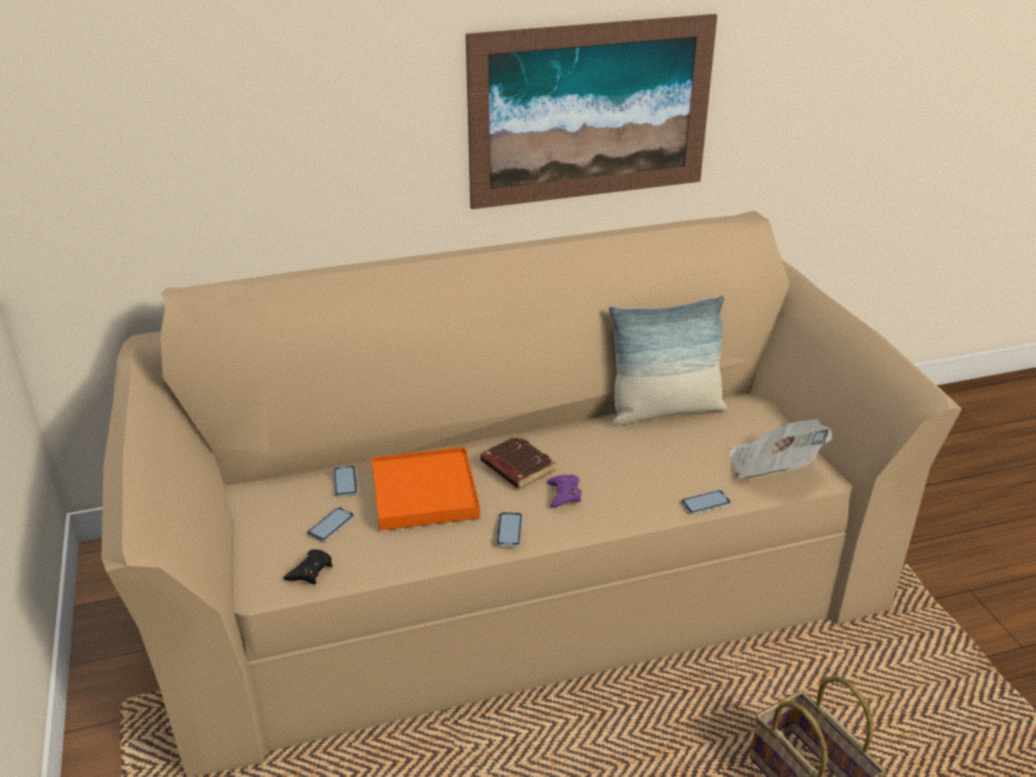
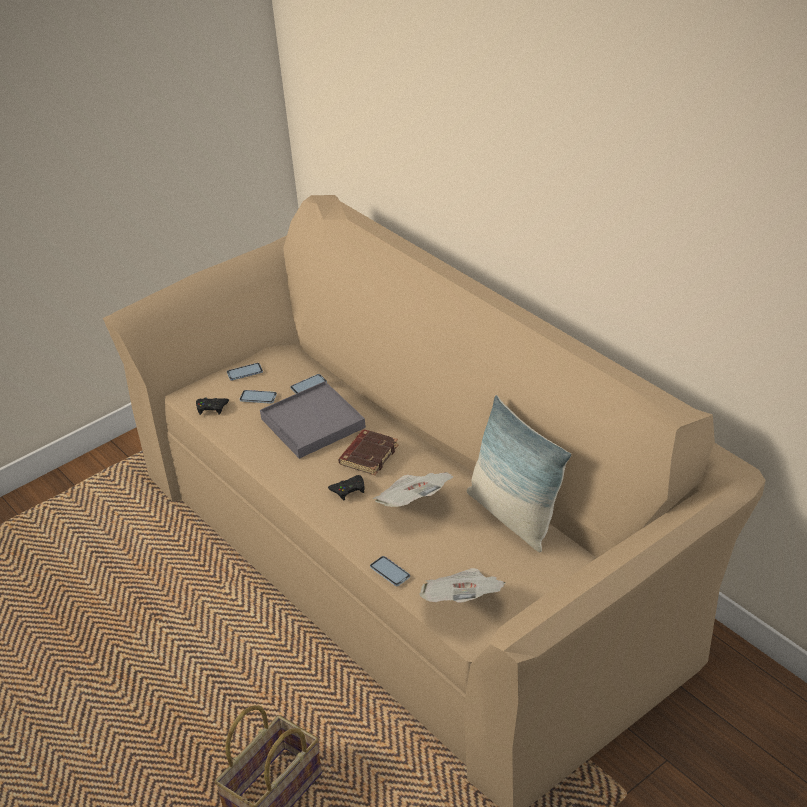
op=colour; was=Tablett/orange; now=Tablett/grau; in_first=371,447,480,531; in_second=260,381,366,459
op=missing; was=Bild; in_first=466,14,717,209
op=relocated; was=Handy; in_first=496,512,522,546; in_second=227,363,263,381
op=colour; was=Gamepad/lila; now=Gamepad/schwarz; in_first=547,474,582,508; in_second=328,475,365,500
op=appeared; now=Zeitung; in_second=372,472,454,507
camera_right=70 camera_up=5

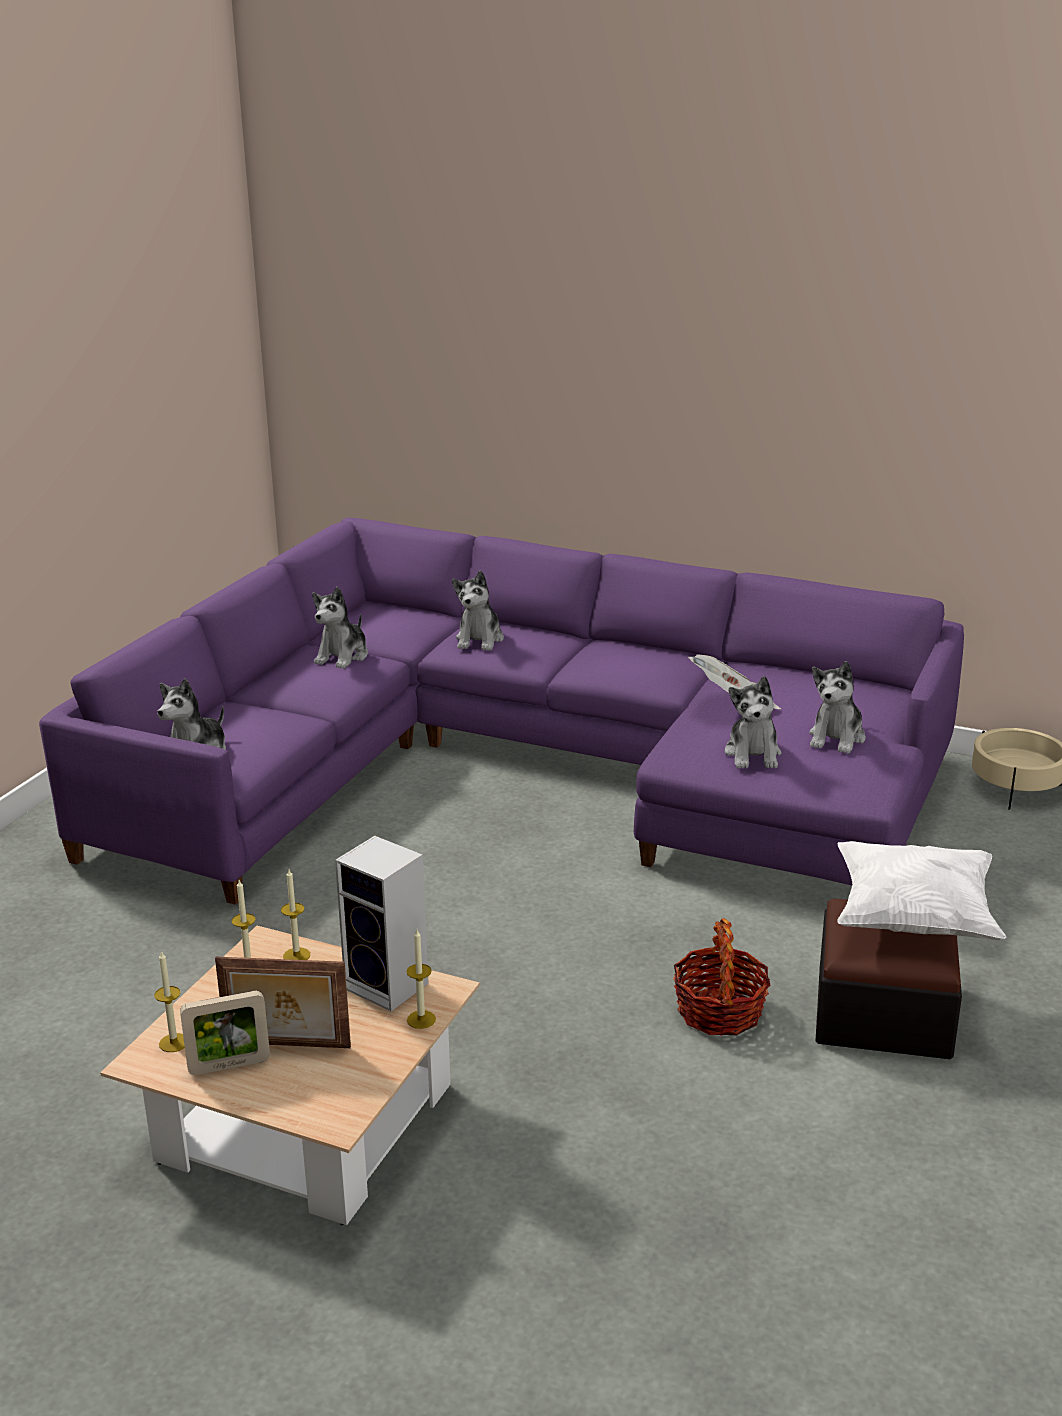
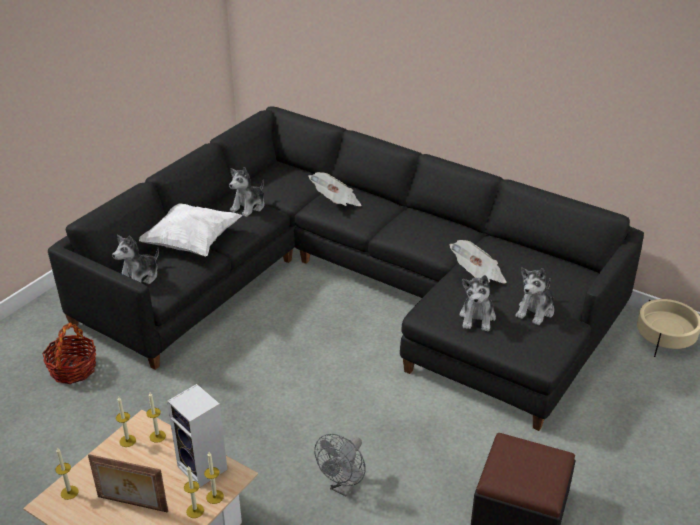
op=colour; was=Sofa/lila; now=Sofa/schwarz; in_first=39,517,964,905; in_second=48,106,644,431
op=missing; was=Bilderrahmen; in_first=180,991,270,1075
op=exchanged; was=Plüschtier; now=Zeitung; in_first=452,571,504,651; in_second=309,172,362,206
op=relocated; was=Korb; in_first=673,918,770,1036; in_second=42,323,96,384
op=relocated; was=Kissen/weiß; in_first=838,841,1006,940; in_second=139,203,242,257
op=appeared; now=Kerze; in_second=184,466,204,518
op=appeared; now=Ventilator/grau; in_second=314,434,366,497
camera_right=10 camera_up=10

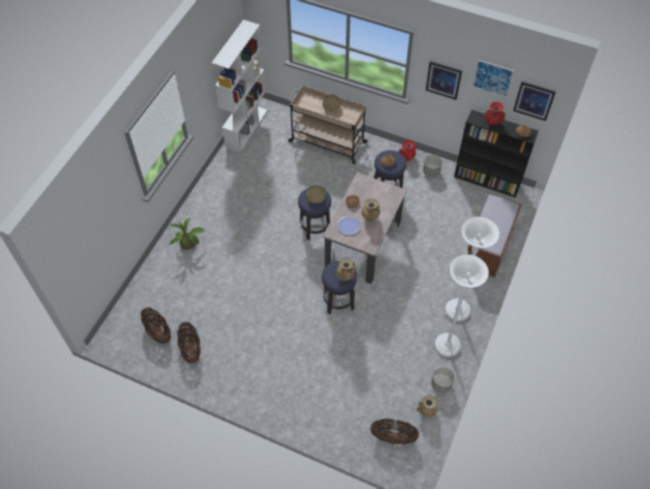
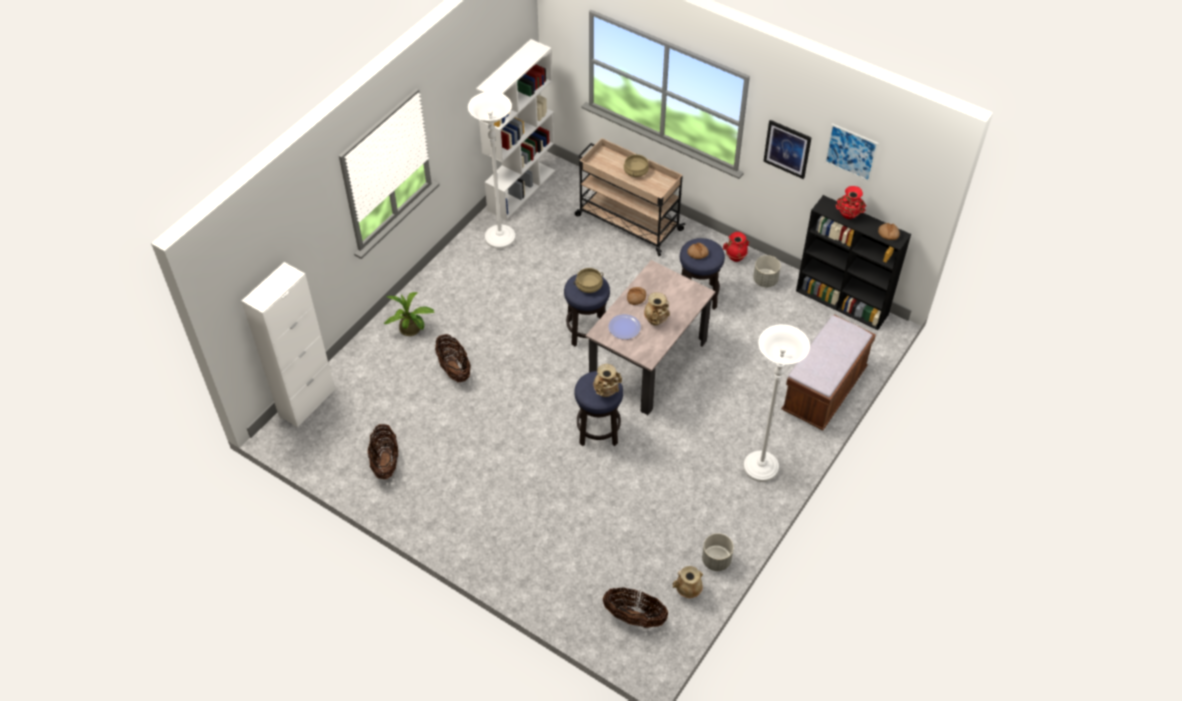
op=relocated; was=Korb; in_first=141,307,171,344; in_second=435,334,471,382
op=relocated; was=Stehlampe/weiß; in_first=435,254,489,357; in_second=468,92,516,249
op=missing; was=Bild; in_first=513,81,556,121
op=appeared; now=Schrank/weiß; in_second=242,262,335,427
camera_right=10 camera_up=-5

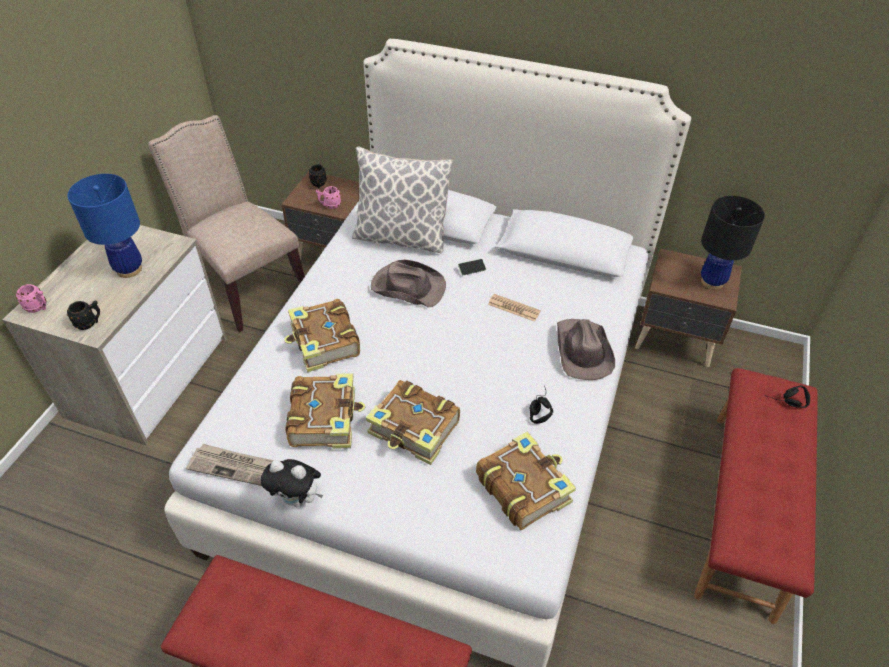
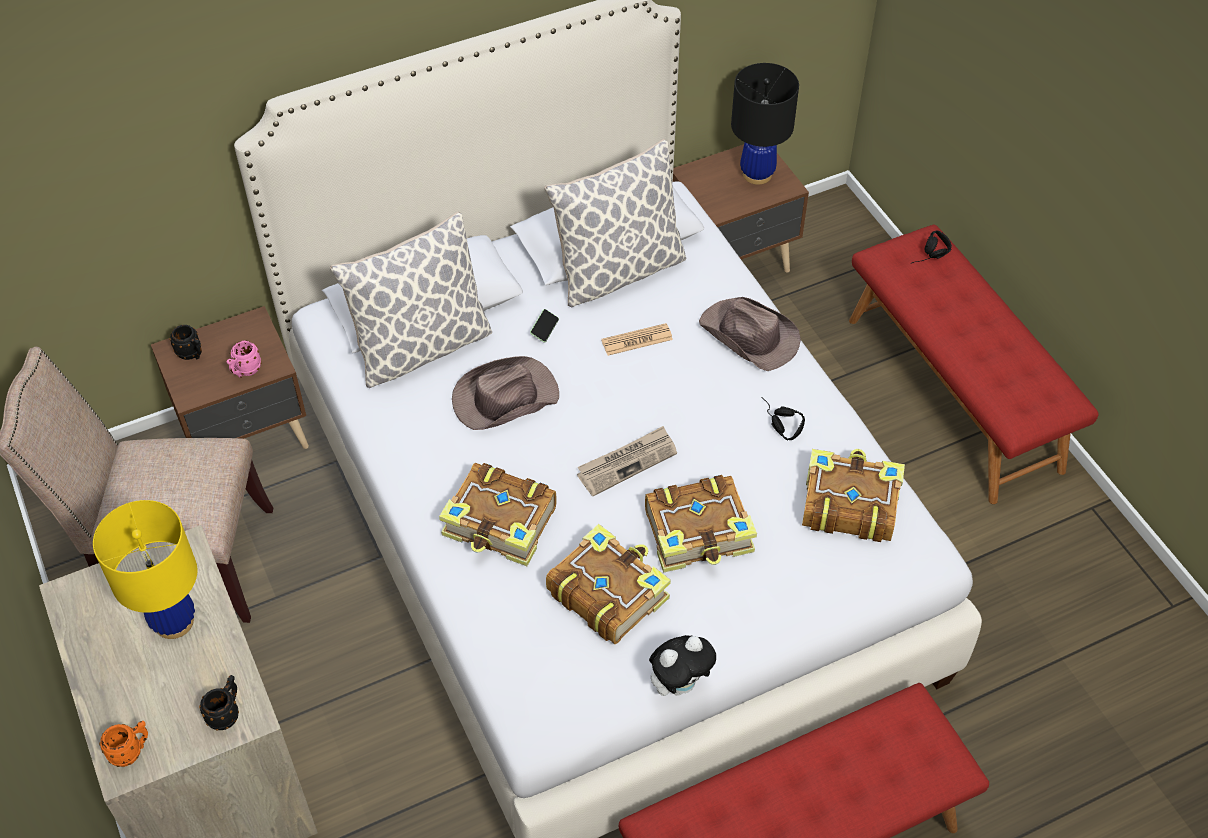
op=colour; was=Henkelbecher/rosa; now=Henkelbecher/orange; in_first=16,284,47,313; in_second=99,721,148,767
op=colour; was=Tischlampe/blau; now=Tischlampe/gelb; in_first=67,174,142,278; in_second=93,500,197,639
op=relocated; was=Zeitung; in_first=186,444,274,486; in_second=577,426,677,496
op=appeared; now=Kissen; in_second=544,139,686,307
camera_right=-45 camera_up=5

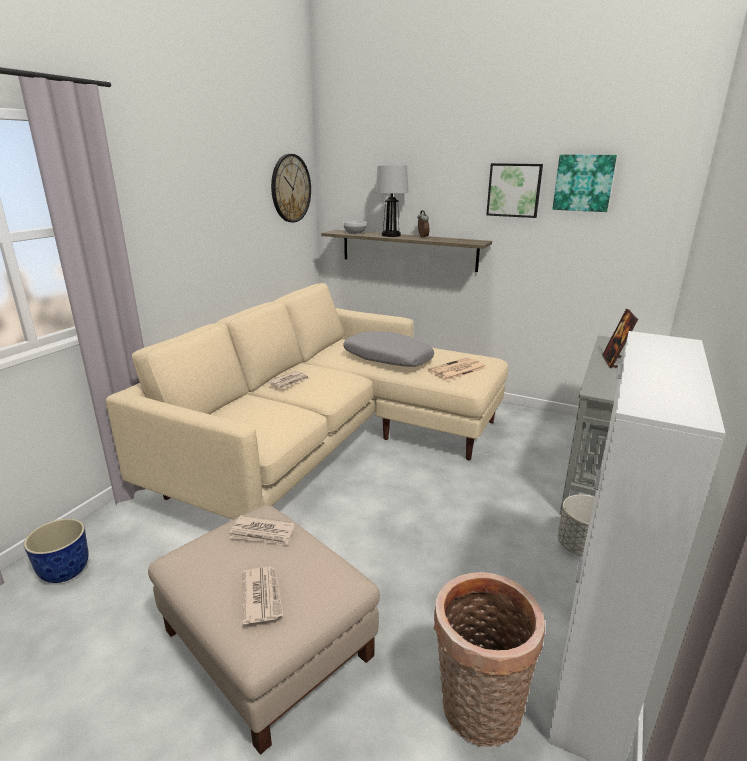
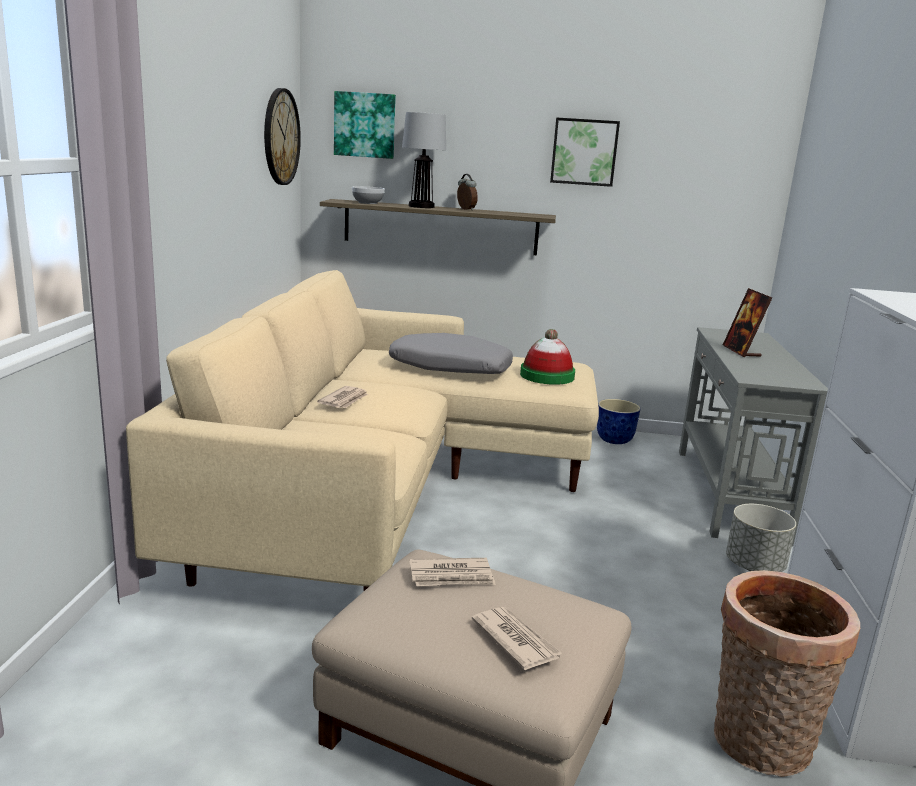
op=relocated; was=Pflanzkübel; in_first=24,519,89,583; in_second=597,399,641,444
op=exchanged; was=Zeitung; now=Hut; in_first=428,357,486,380; in_second=520,329,575,385
op=relocated; was=Bild; in_first=552,155,617,212; in_second=334,91,396,159
camera_right=-20 camera_up=-5

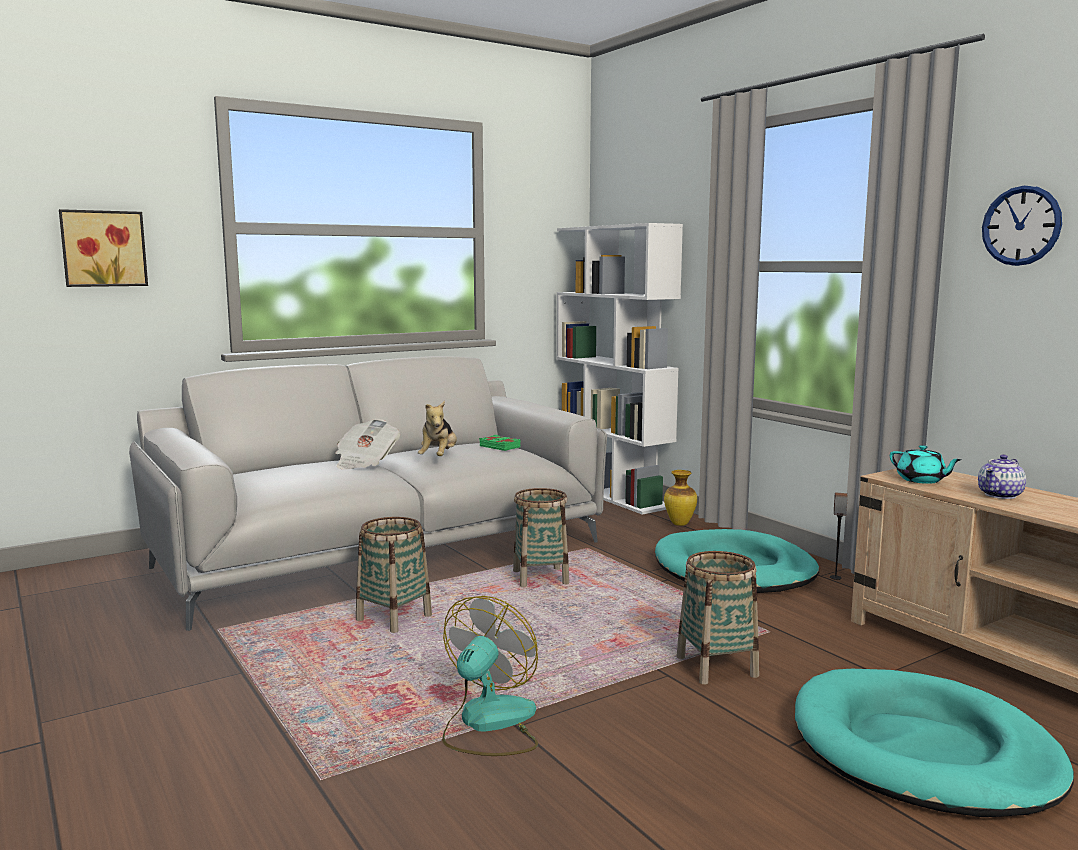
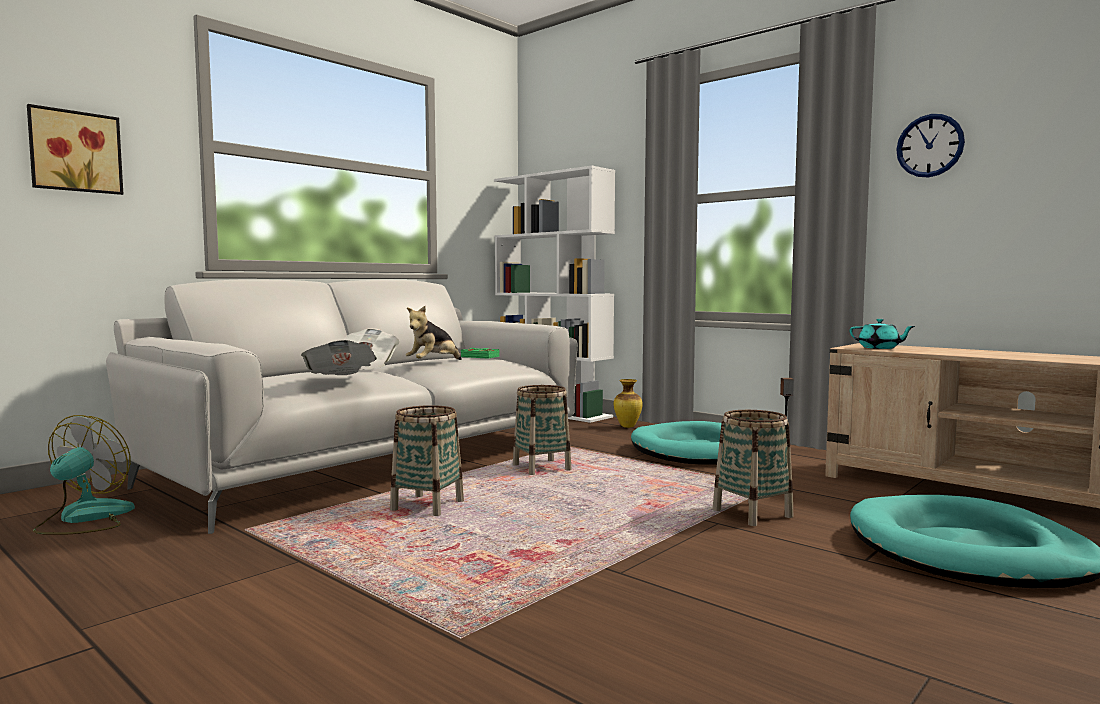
op=spun; was=Plüschtier; in_first=418,401,457,456; in_second=406,306,462,360; clockwise=45
op=relocated; was=Ventilator; in_first=442,596,538,756; in_second=33,415,135,535
op=missing; was=Teekanne; in_first=978,454,1026,499
op=appeared; now=Zeitung; in_second=301,340,377,375
camera_right=-15 camera_up=-5

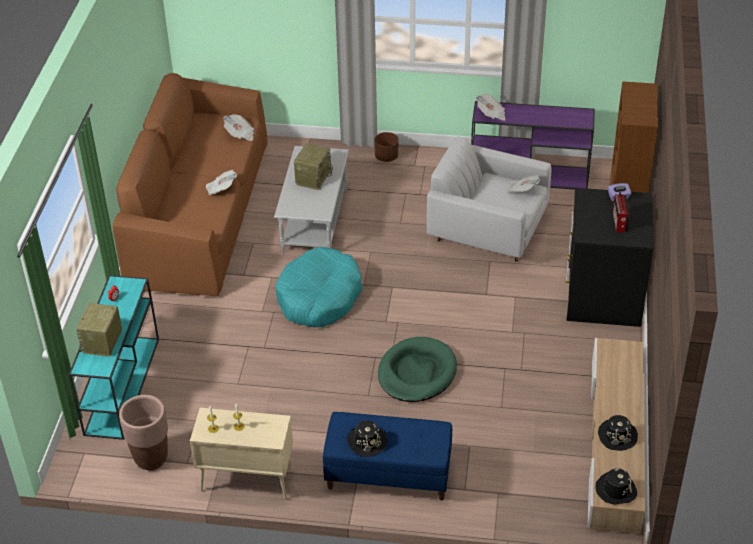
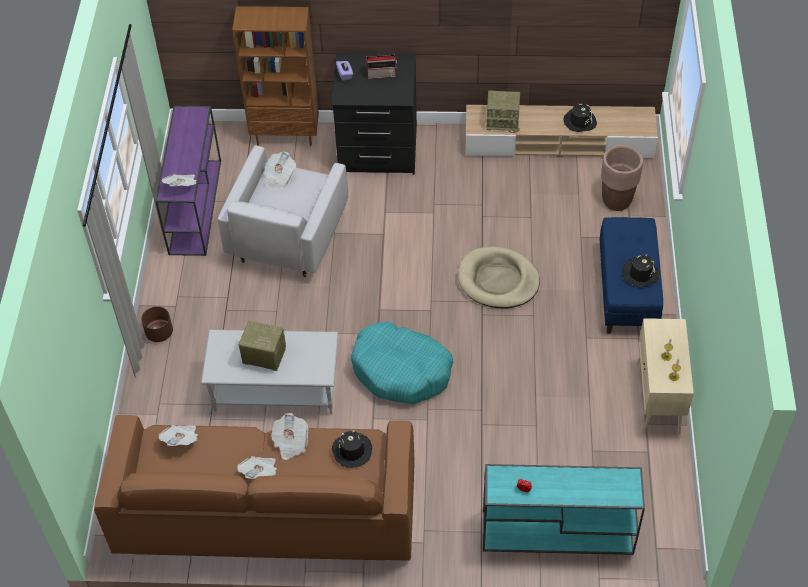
op=relocated; was=Radio; in_first=76,303,122,357; in_second=486,90,520,133
op=relocated; was=Pflanzkübel/braun; in_first=119,395,168,470; in_second=601,145,643,211
op=colour; was=Hundebett/grün; now=Hundebett/beige; in_first=378,337,457,402; in_second=458,246,540,308
op=relocated; was=Hut/schwarz; in_first=595,468,637,504; in_second=332,430,372,468
op=appeared; now=Zeitung; in_second=237,456,277,479
camera_right=-95 camera_up=10

